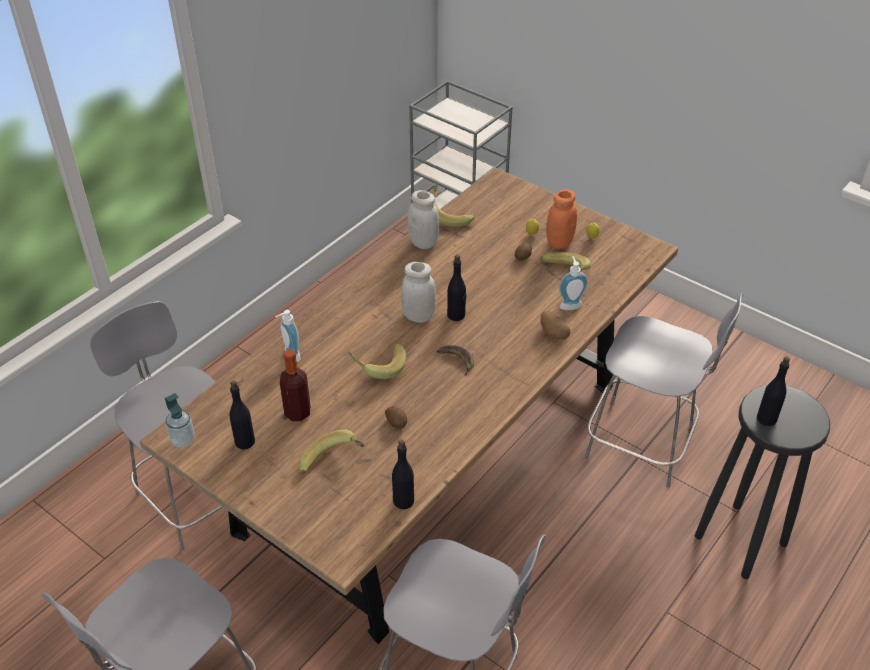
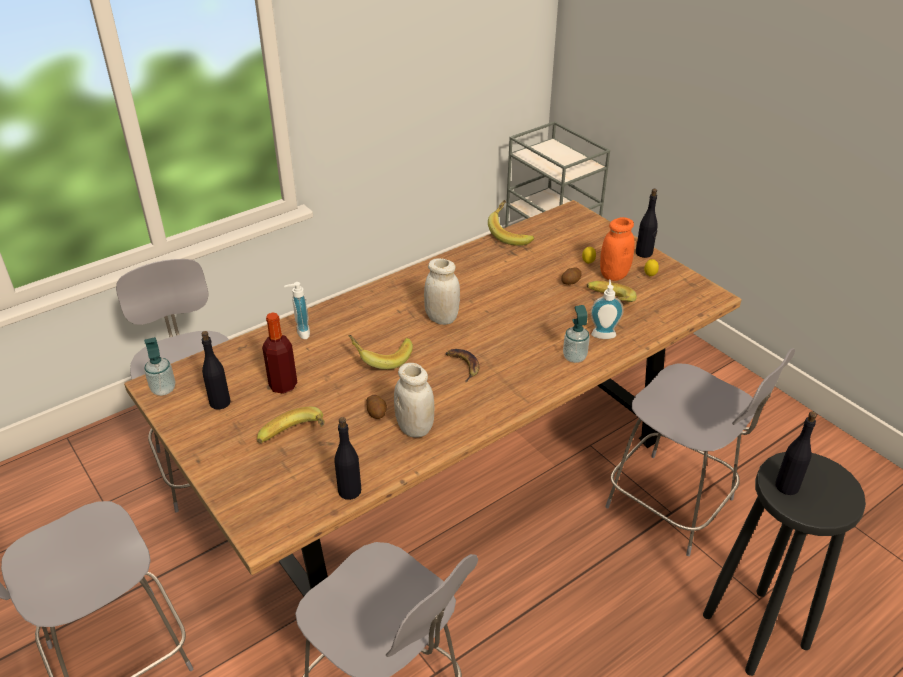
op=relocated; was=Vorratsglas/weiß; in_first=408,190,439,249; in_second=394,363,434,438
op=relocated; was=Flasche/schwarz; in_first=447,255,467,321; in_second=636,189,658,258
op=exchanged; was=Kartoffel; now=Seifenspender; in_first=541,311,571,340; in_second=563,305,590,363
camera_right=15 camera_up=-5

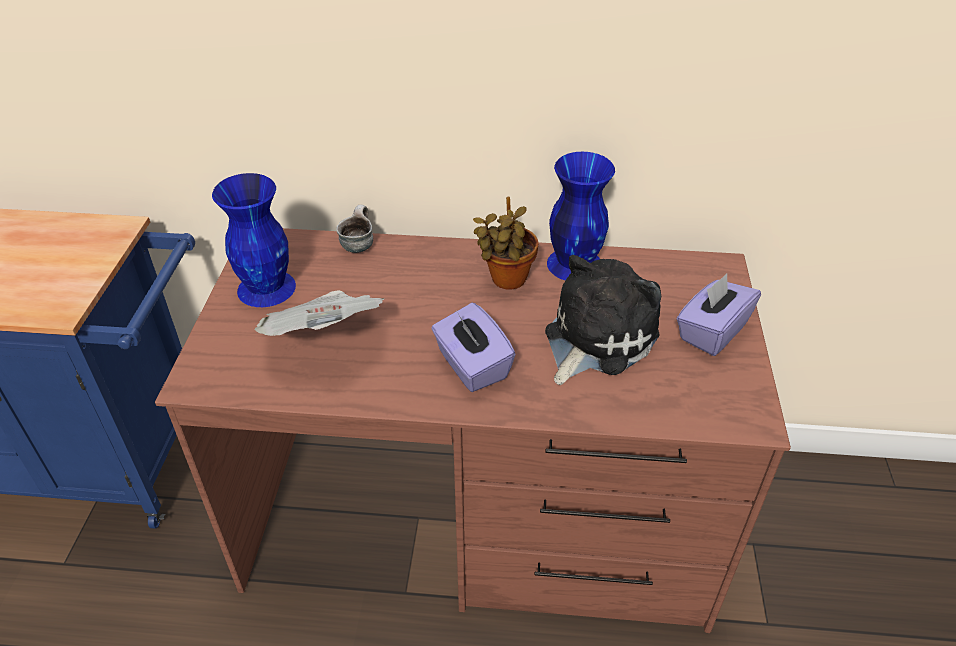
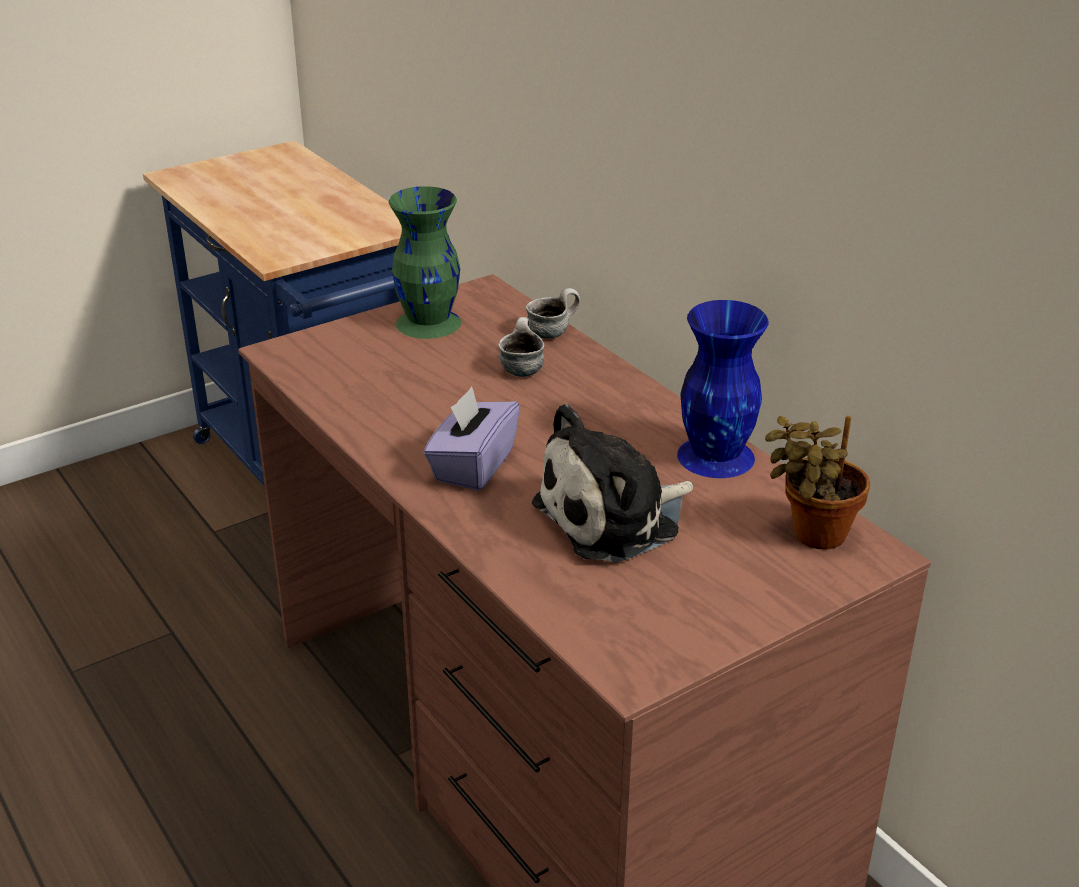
op=colour; was=Vase/blau; now=Vase/grün; in_first=212,173,296,307; in_second=389,186,461,339
op=missing; was=Zeitung; in_first=255,290,384,336
op=relocated; was=Topfpflanze; in_first=473,197,538,290; in_second=765,416,870,550
op=spun; was=Plüschtier; in_first=545,255,661,385; in_second=532,404,693,562; clockwise=150
op=missing; was=Taschentuchbox/lila; in_first=677,273,761,356
op=appeared; now=Henkelbecher; in_second=498,317,544,377
camera_right=50 camera_up=-10

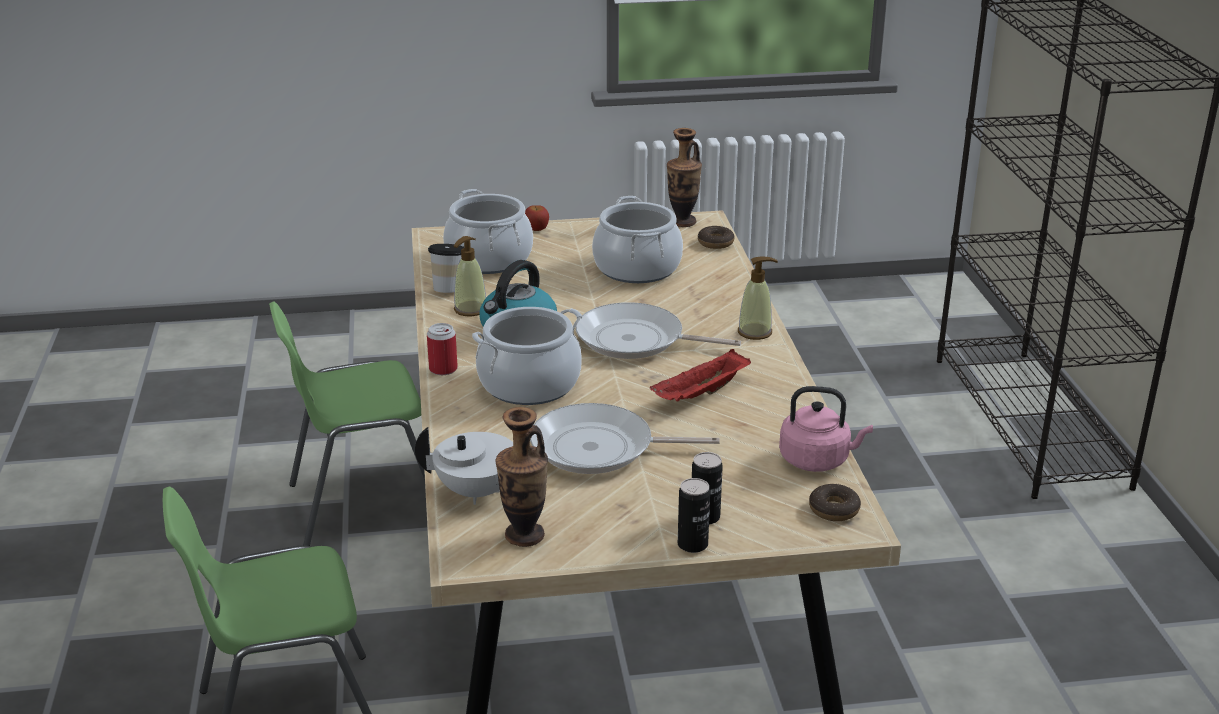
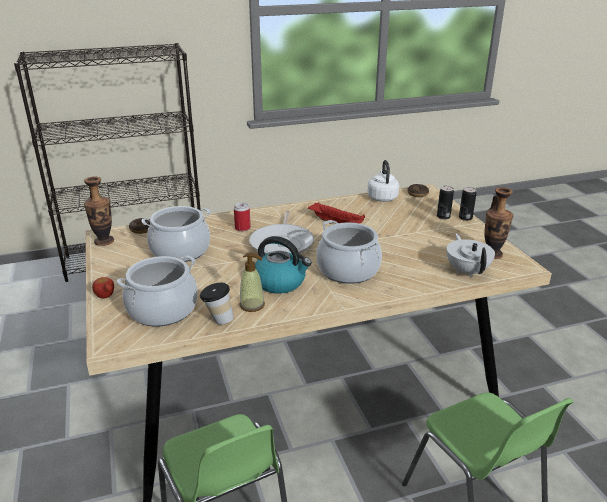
op=relocated; was=Dose; in_first=427,323,458,375; in_second=234,202,251,231
op=missing; was=Pfanne; in_first=530,403,720,474
op=missing; was=Seifenspender; in_first=738,257,778,340
op=colour; was=Wasserkessel/rosa; now=Wasserkessel/weiß; in_first=779,386,873,472; in_second=367,160,399,202
camera_right=-100 camera_up=0

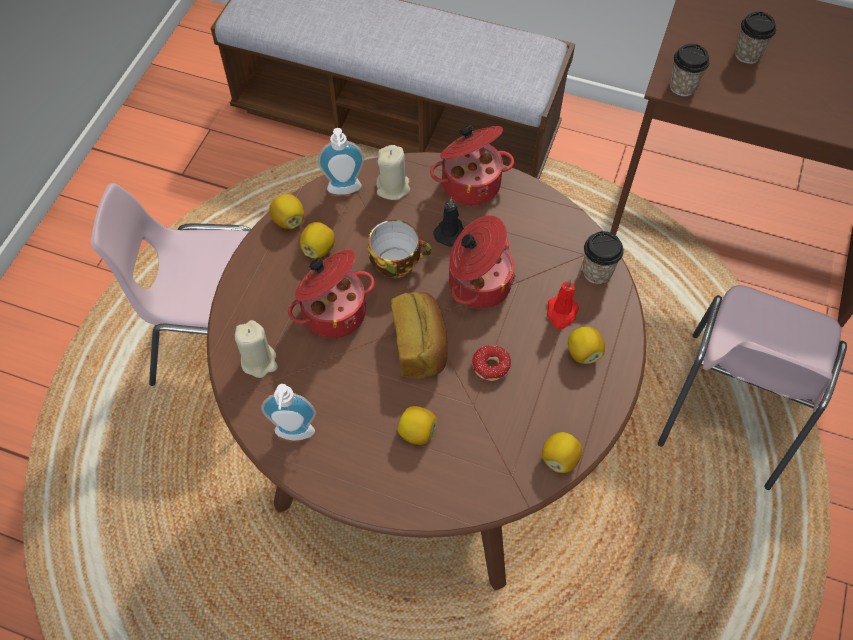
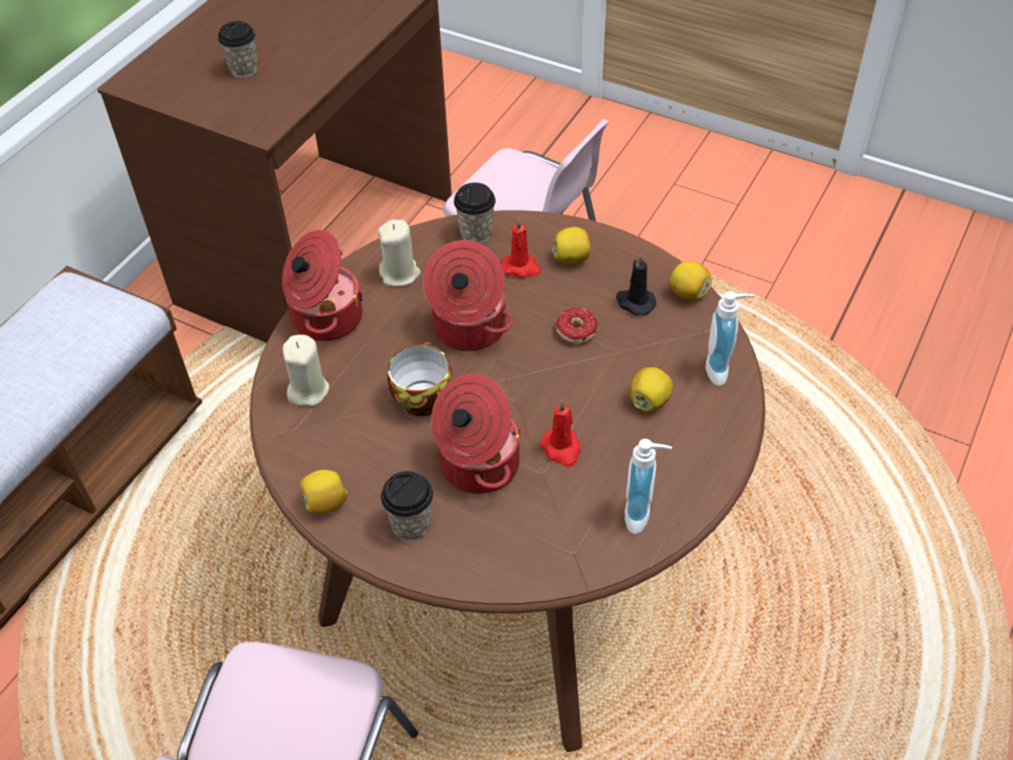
op=relocated; was=Kerze/beige; in_first=234,320,278,378; in_second=378,220,421,286
op=missing; was=Zitrone; in_first=300,222,335,258
op=relocated; was=Seifenspender; in_first=318,128,364,195; in_second=705,291,754,386
op=missing; was=Brot; in_first=391,292,448,379
op=relocated; was=Kerze/schwarz; in_first=433,198,464,246; in_second=616,253,656,316
op=relocated; was=Tasse; in_first=670,44,710,96; in_second=381,471,433,541
op=appeared; now=Kerze/rot; in_second=540,399,581,467
camera_right=-80 camera_up=-10

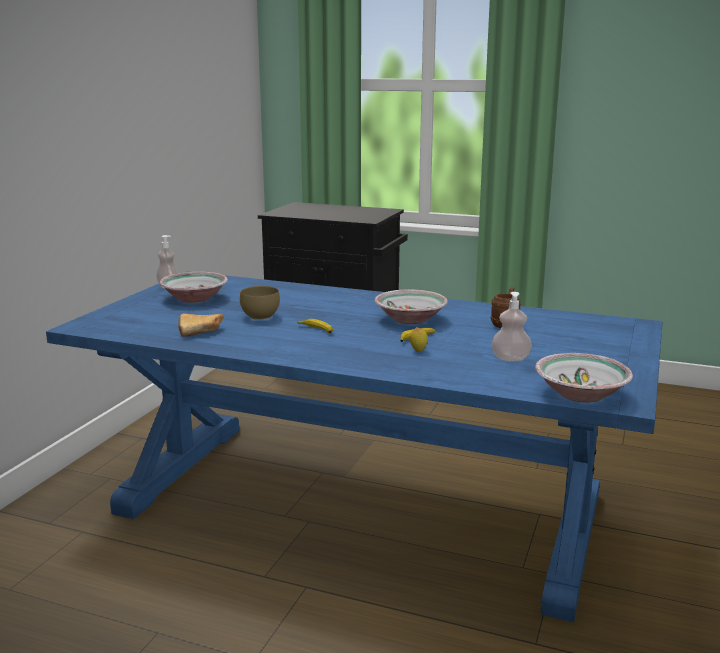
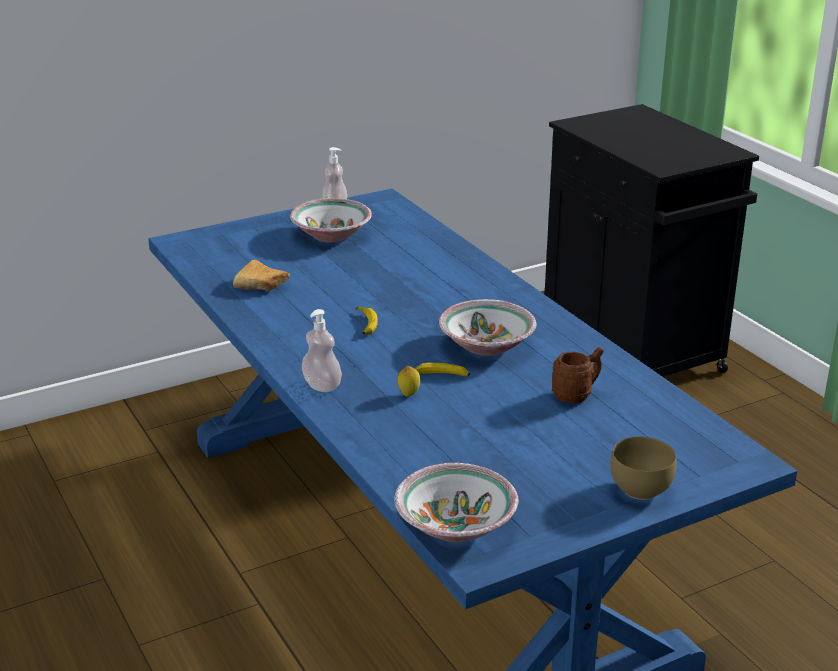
op=relocated; was=Schüssel/braun; in_first=240,286,280,320; in_second=610,436,676,500
op=relocated; was=Seifenspender; in_first=491,292,532,361; in_second=302,309,342,392
camera_right=40 camera_up=10

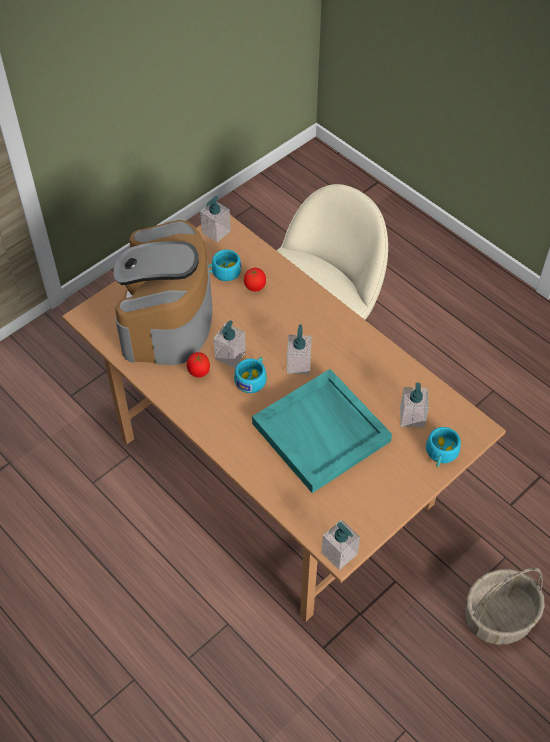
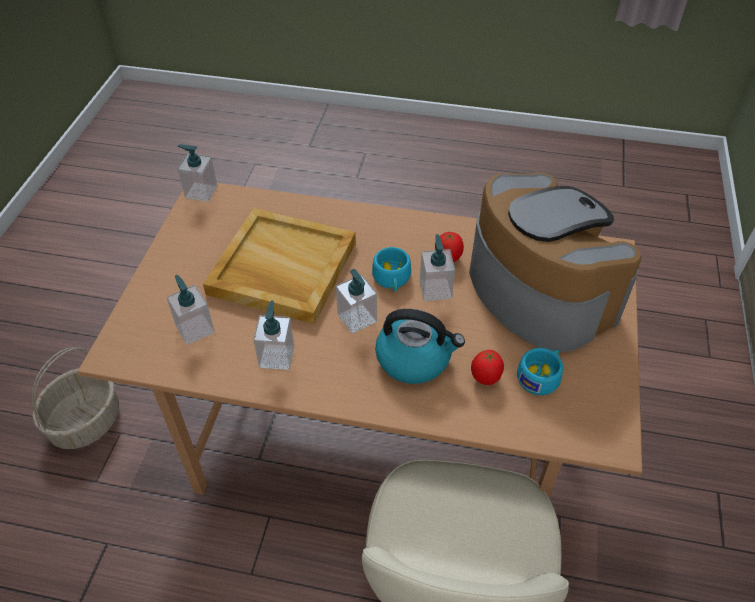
op=relocated; was=Seifenspender; in_first=200,196,231,242; in_second=253,301,294,370
op=colour; was=Tablett/türkis; now=Tablett/beige; in_first=252,369,392,493; in_second=203,208,356,324
op=missing; was=Tasse/türkis; in_first=426,427,461,467
op=appeared; now=Wasserkessel; in_second=375,309,465,384
camera_right=145 camera_up=-5

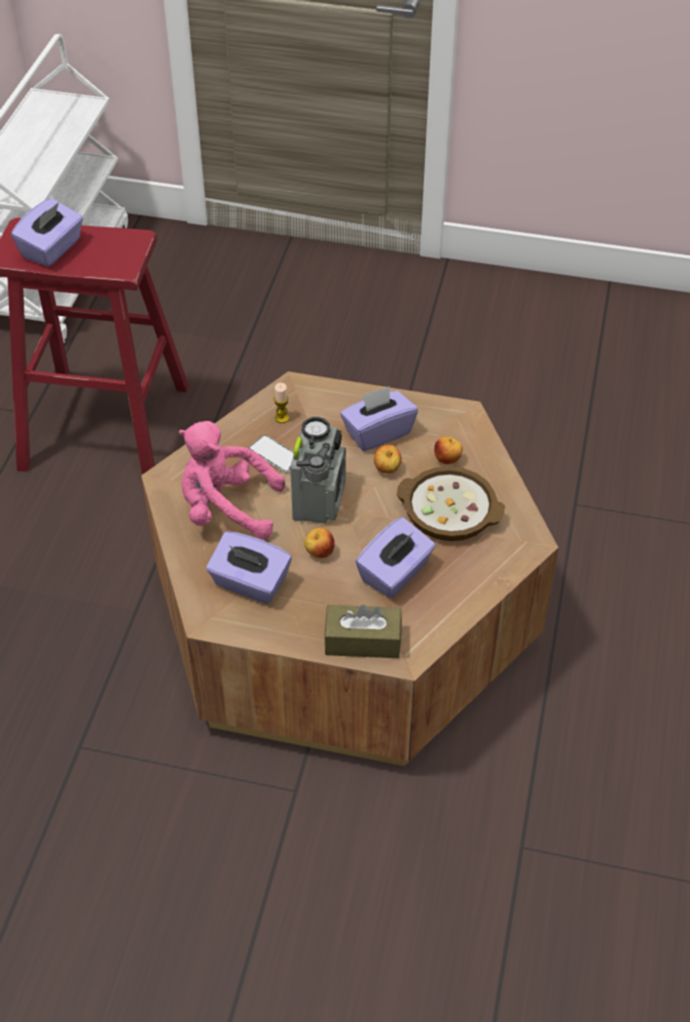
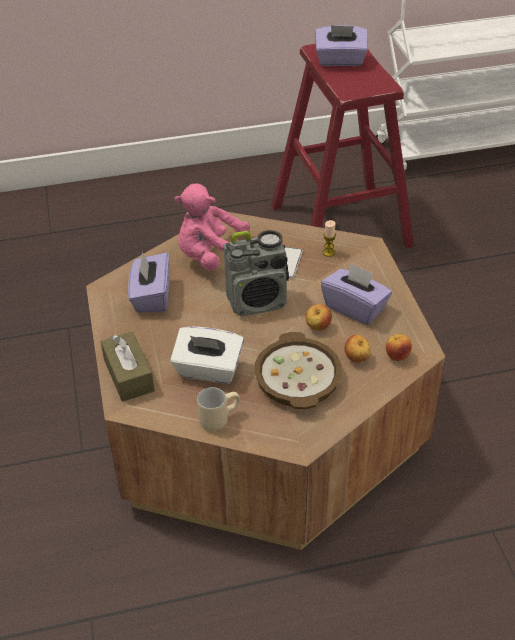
op=spun; was=Plüschtier/rosa; in_first=179,421,285,540; in_second=174,183,250,271; clockwise=-90
op=relocated; was=Apfel; in_first=304,528,335,558; in_second=386,334,412,361
op=colour; was=Taschentuchbox/lila; now=Taschentuchbox/weiß; in_first=356,517,435,598; in_second=170,326,244,384
op=appeared; now=Henkelbecher/beige; in_second=197,387,240,431
camera_right=65 camera_up=-5

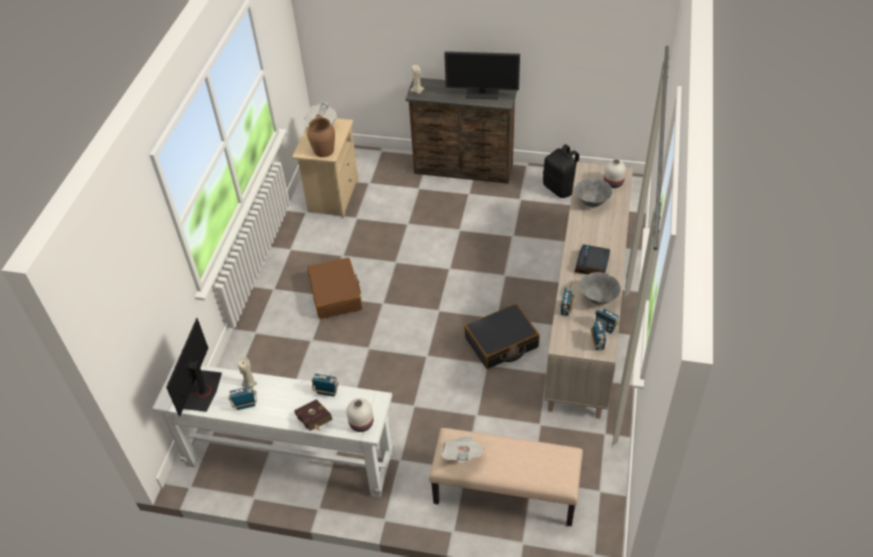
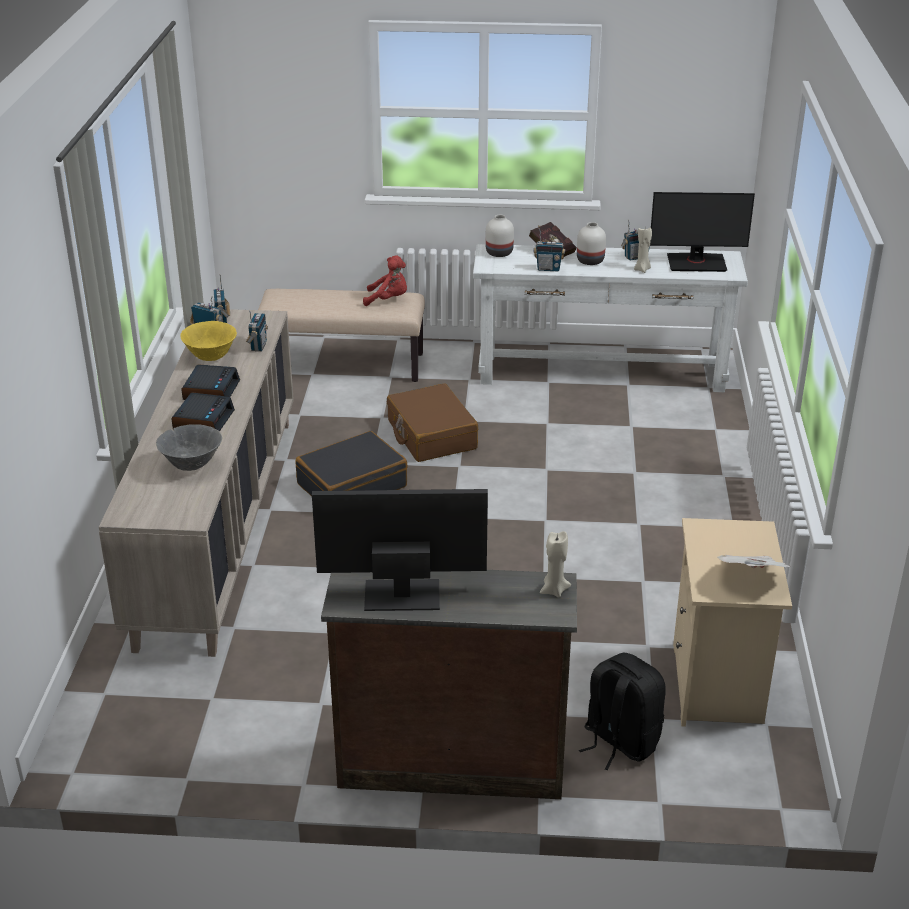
op=spun; was=Monitor; in_first=166,318,222,416; in_second=650,192,755,272; clockwise=90
op=missing; was=Vase/braun; in_first=307,117,335,157
op=relocated; was=Koffer/braun; in_first=307,257,362,319; in_second=387,383,478,462
op=exchanged; was=Zeitung; now=Plüschtier/rot; in_first=440,435,485,463; in_second=363,256,407,306
op=relocated; was=Rucksack/schwarz; in_first=543,144,579,198; in_second=579,653,666,770
op=colour; was=Schüssel/grau; now=Schüssel/gelb; in_first=580,272,621,305; in_second=180,321,237,361
op=relocated; was=Vase/weiß; in_first=604,159,626,188; in_second=577,222,606,265
op=appeared; now=Wecker; in_second=171,393,235,432
camera_right=170 camera_up=-15

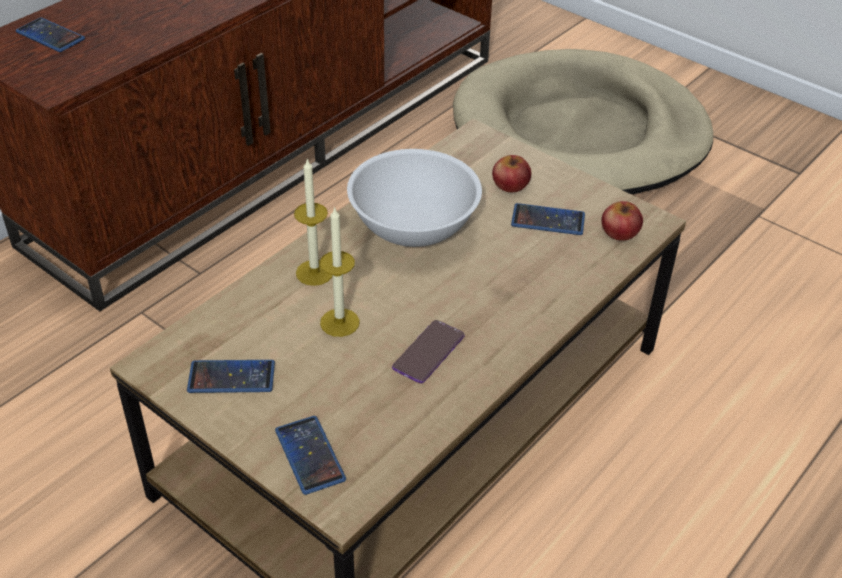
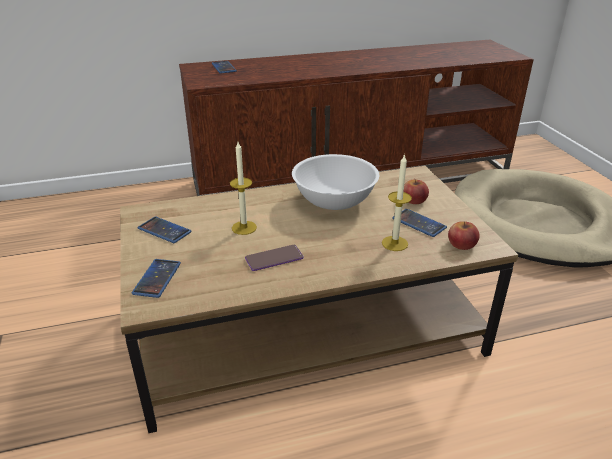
op=relocated; was=Kerze; in_first=294,158,333,286; in_second=382,154,412,251
camera_right=35 camera_up=-10

